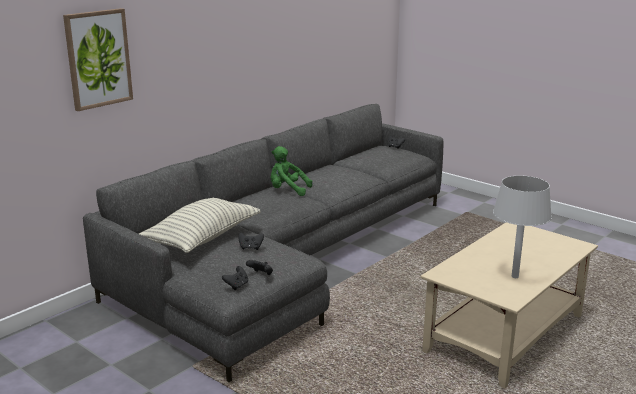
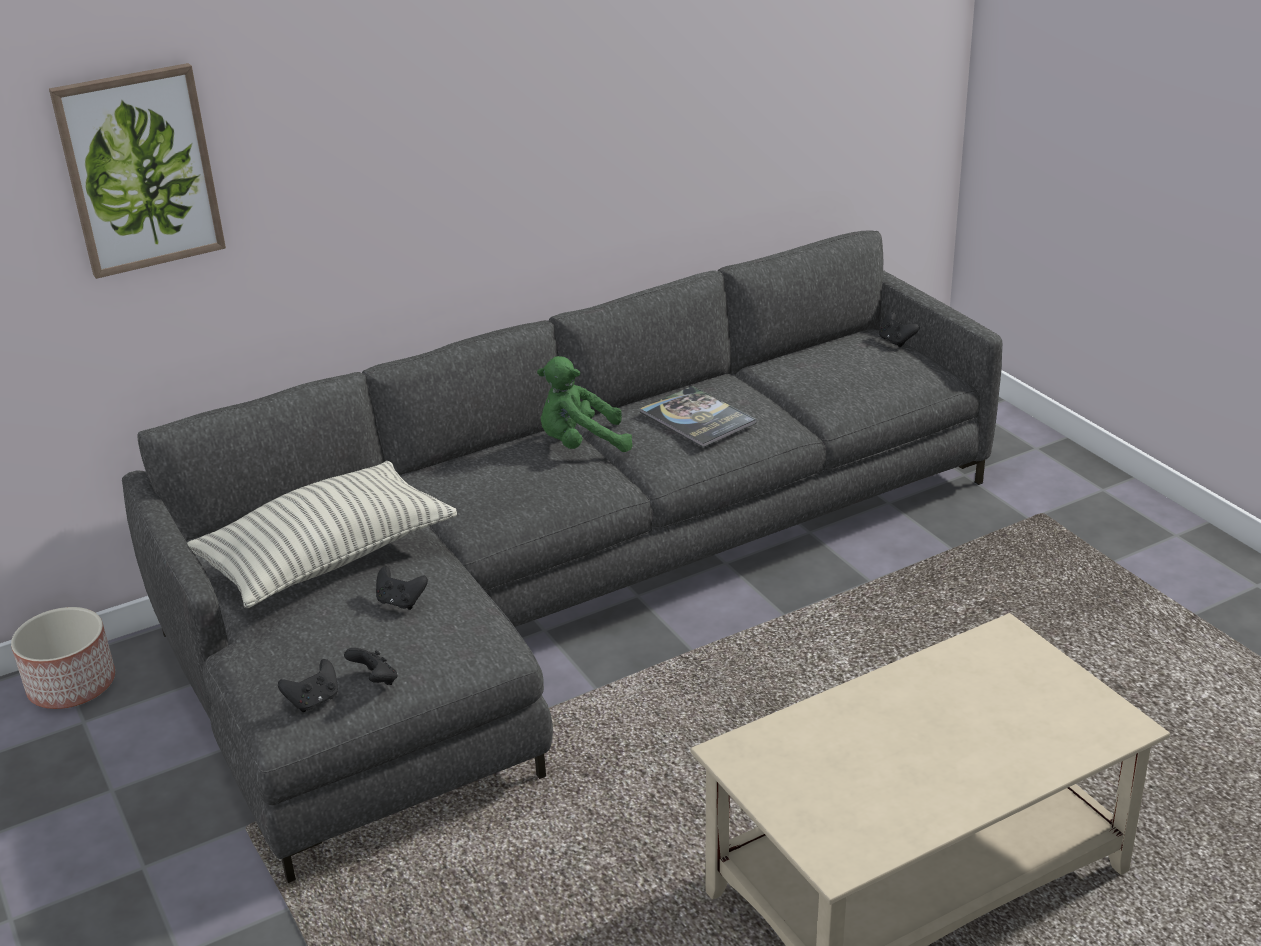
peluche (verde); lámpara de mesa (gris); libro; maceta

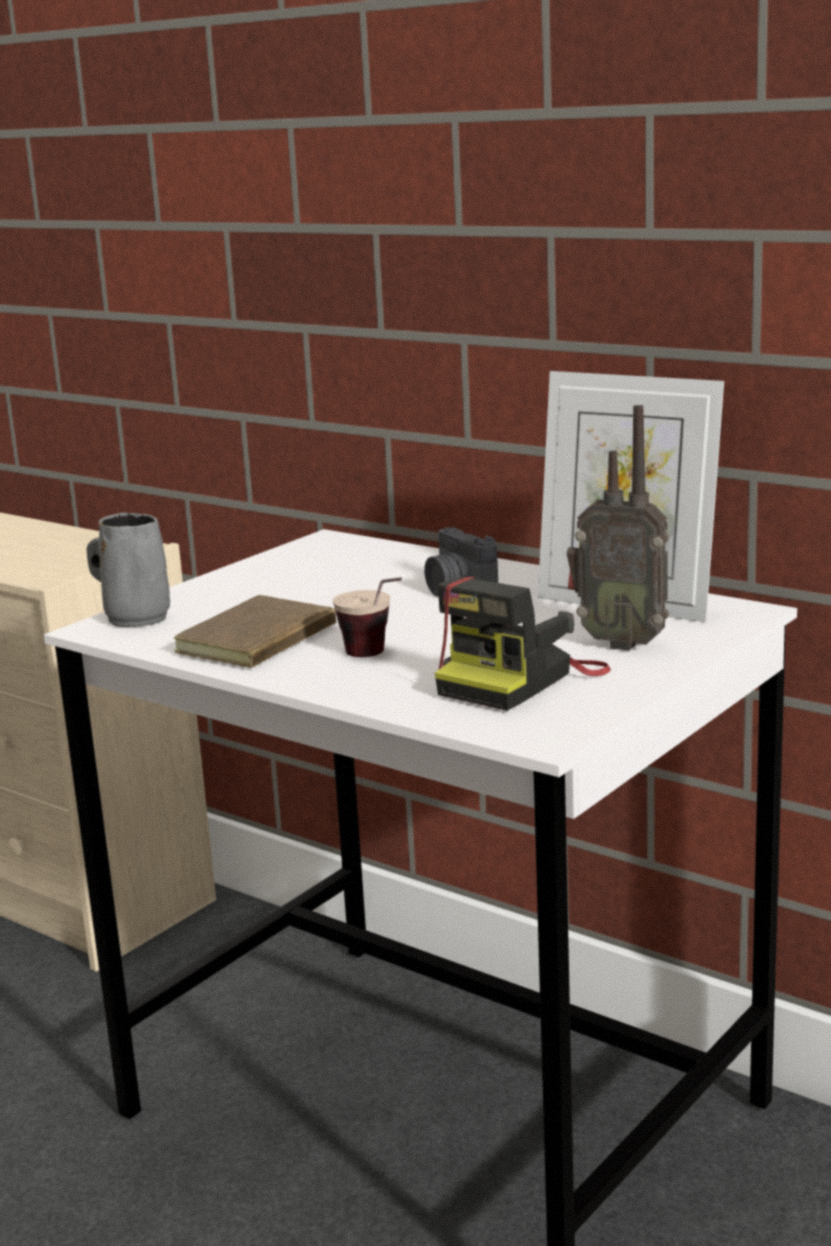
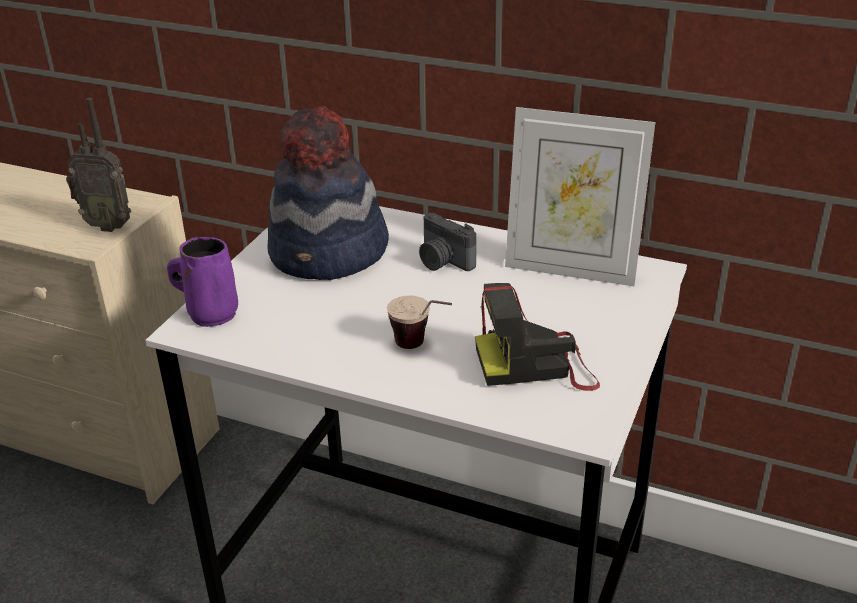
radio; taza grande (morado); cámara (no. 2 from left); libro (marrón); sombrero

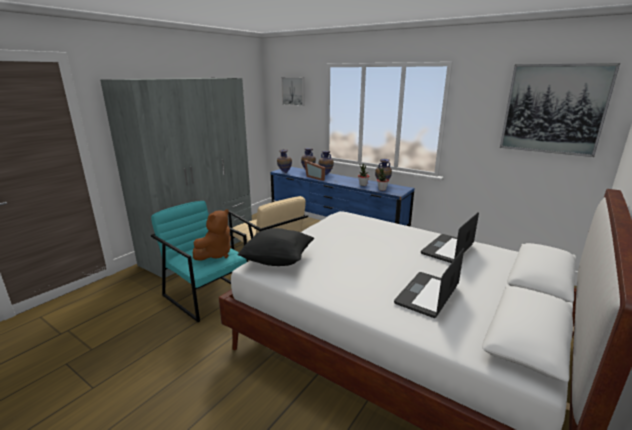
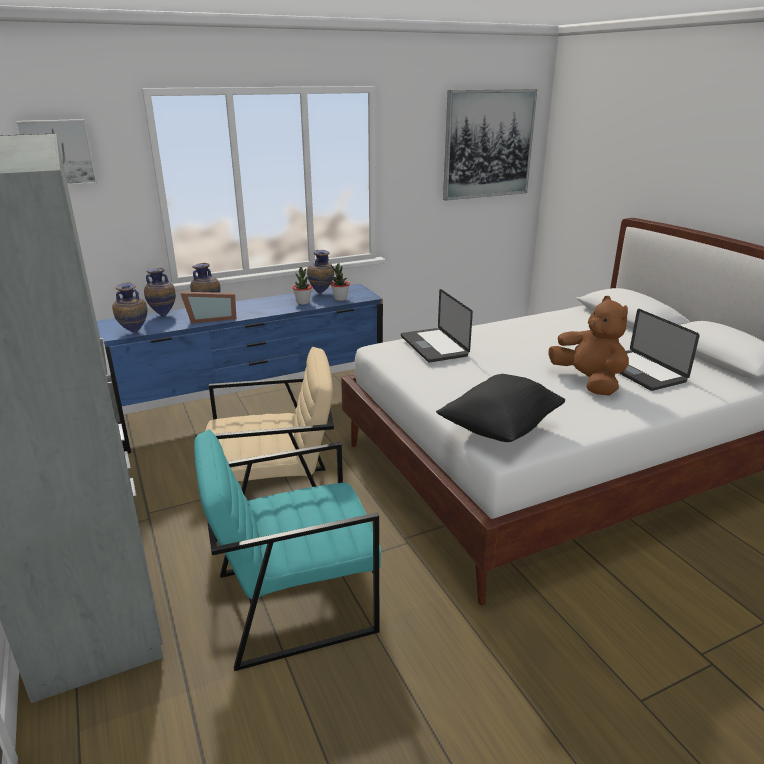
peluche (marrón); portátil (no. 1 from left)

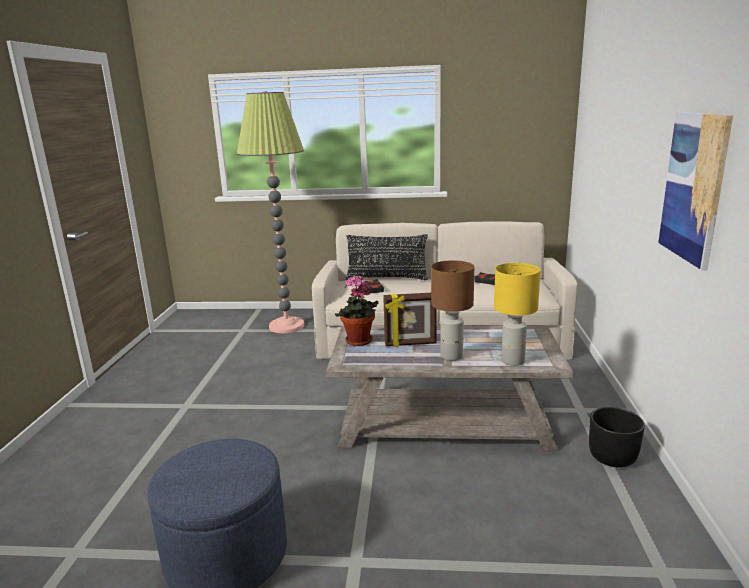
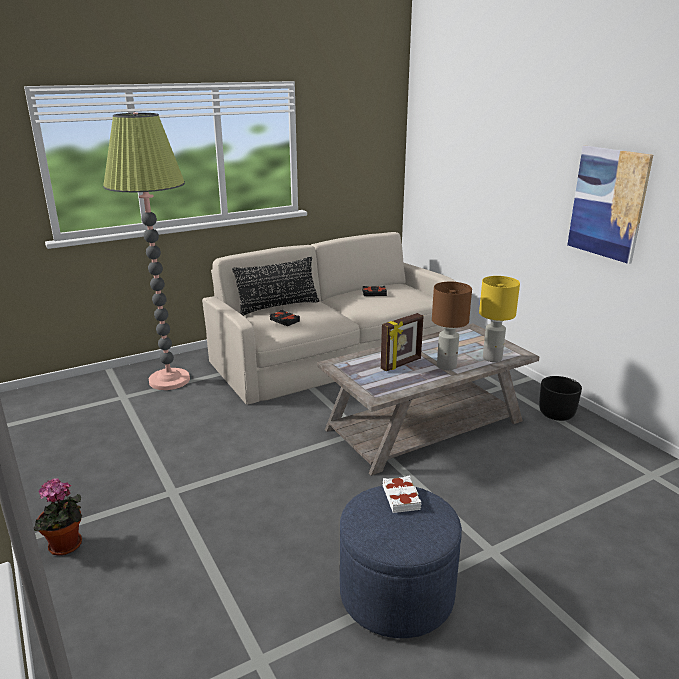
planta en maceta; libro (blanco)

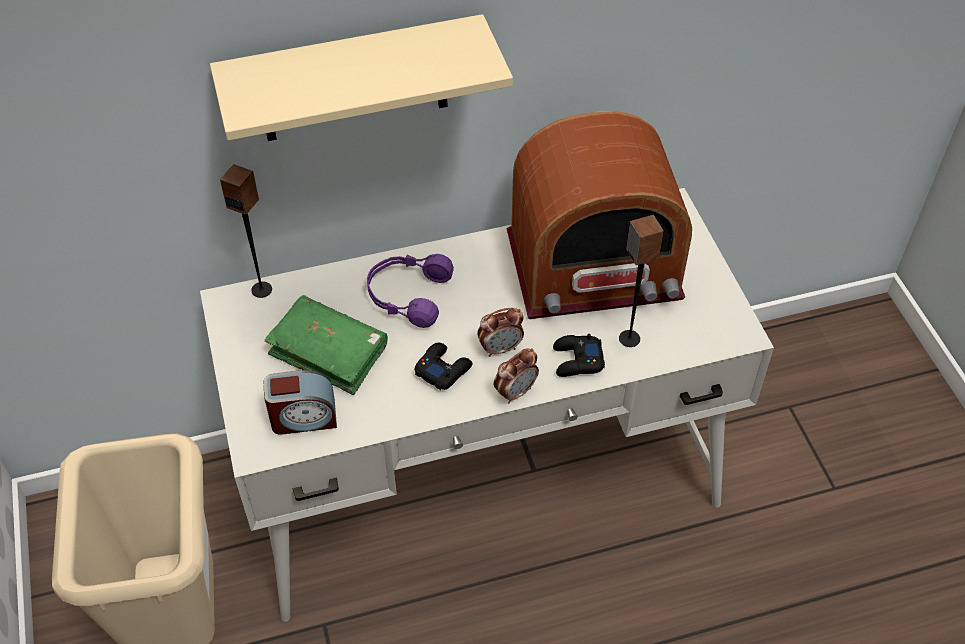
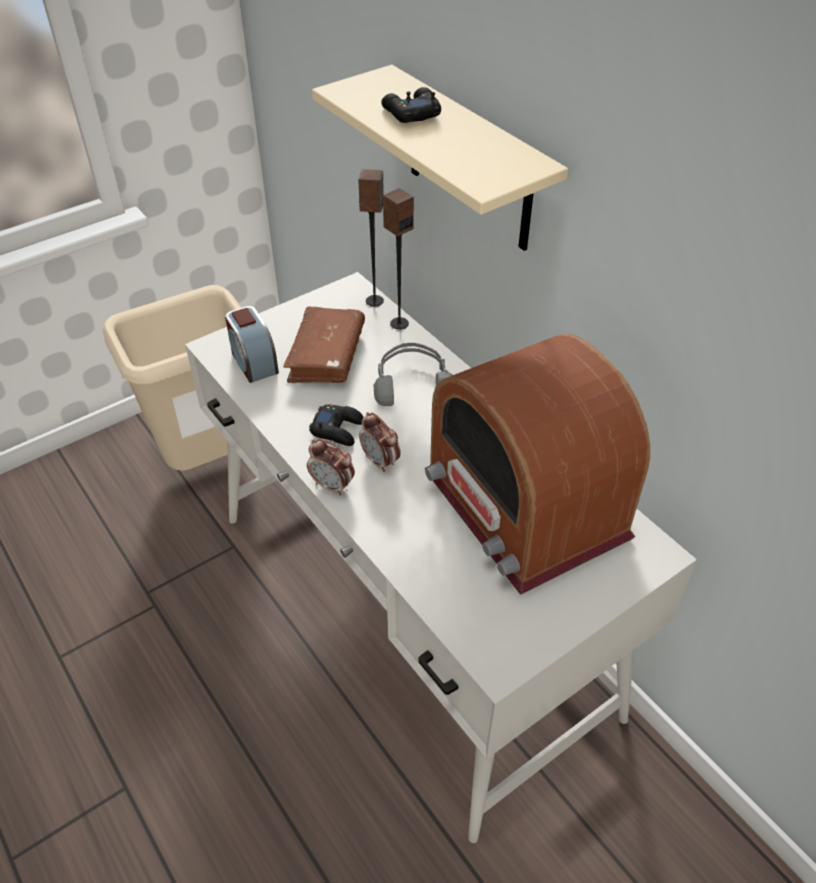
altavoz (no. 2 from left); auriculares (gris); libro (marrón); mando de consola (negro) (no. 2 from left)

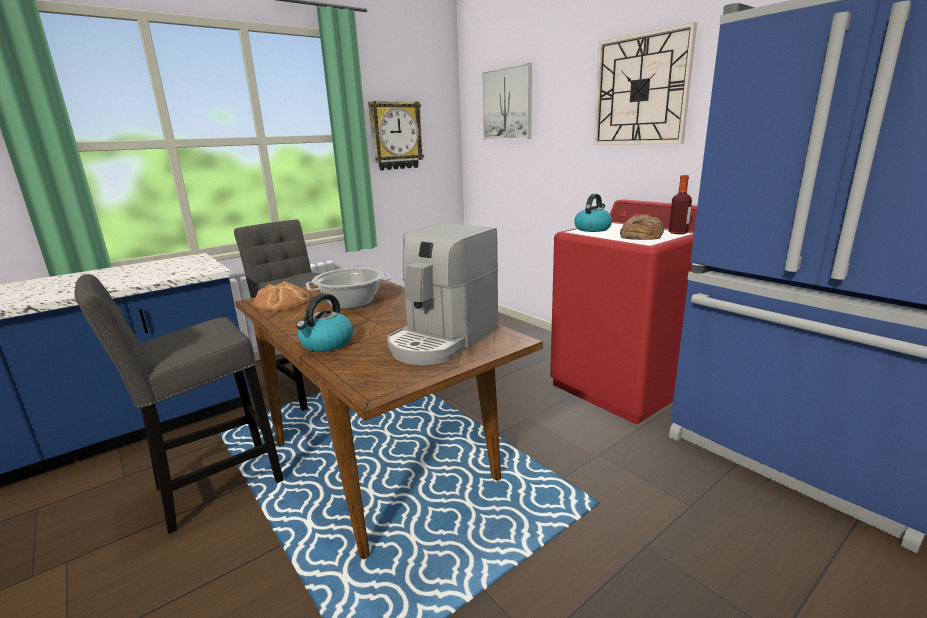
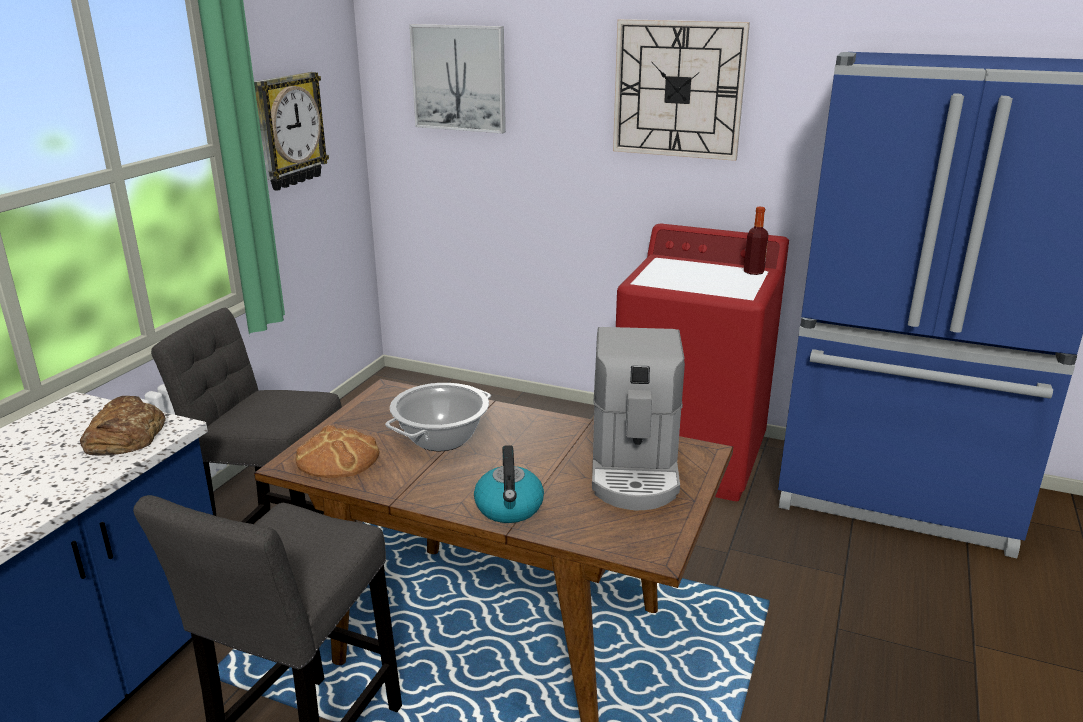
hervidor (no. 2 from left in the first image); pan (no. 1 from left)

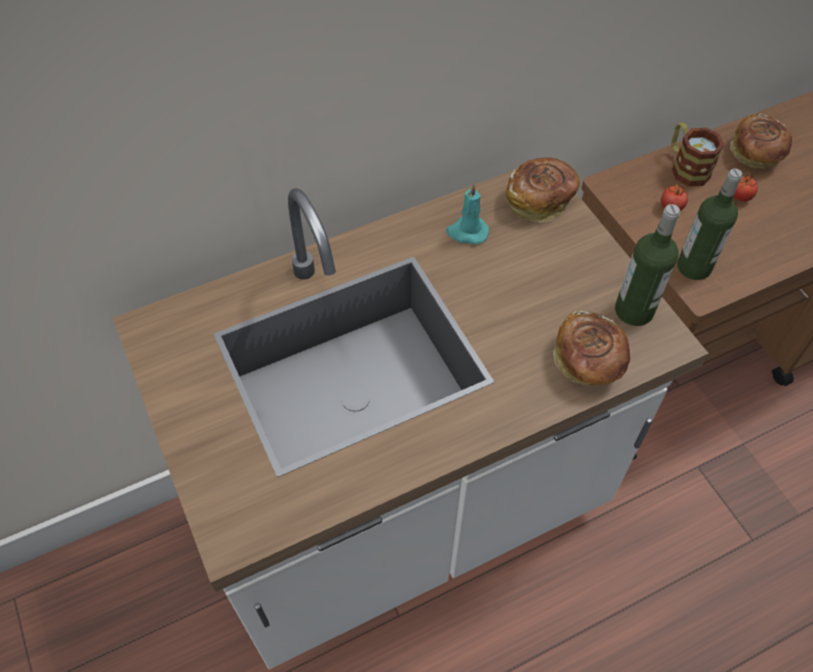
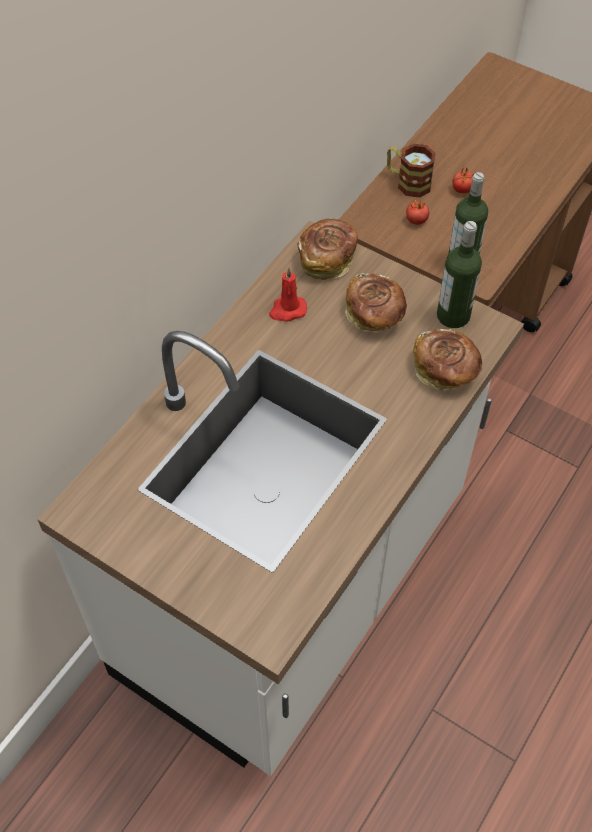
pan (no. 2 from left); vela (rojo)

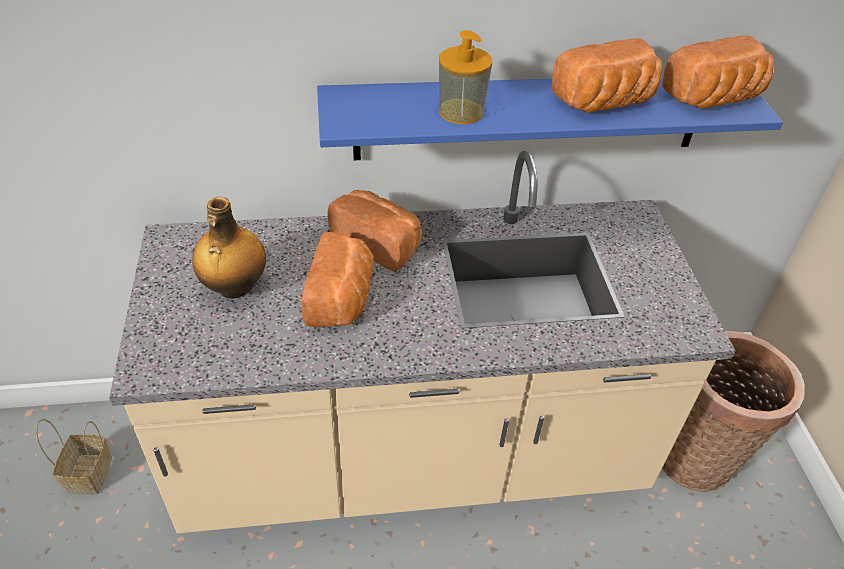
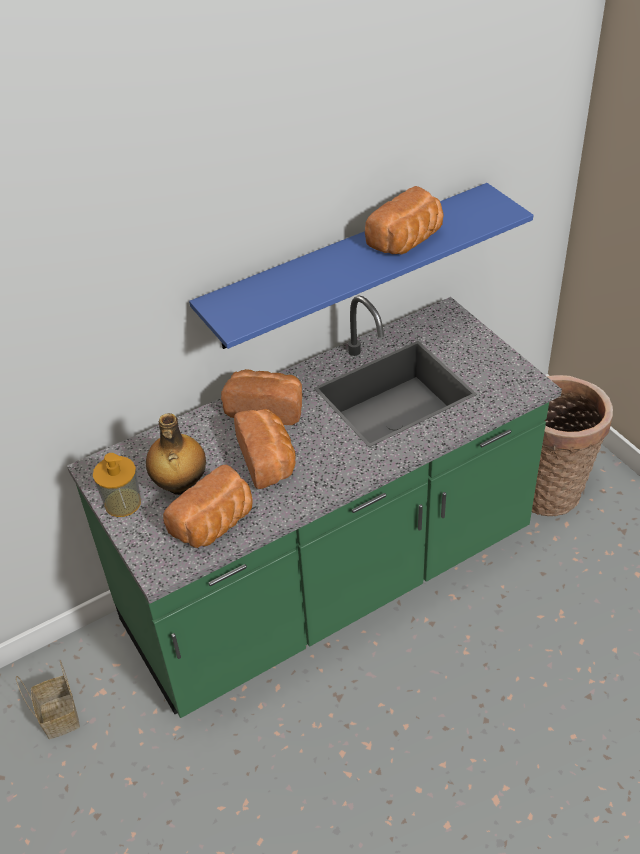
dispensador de jabón; pan (no. 1 from left); mueble bajo de cocina (verde)

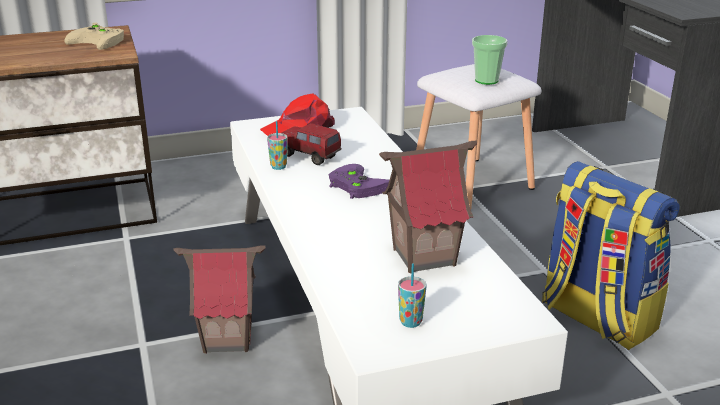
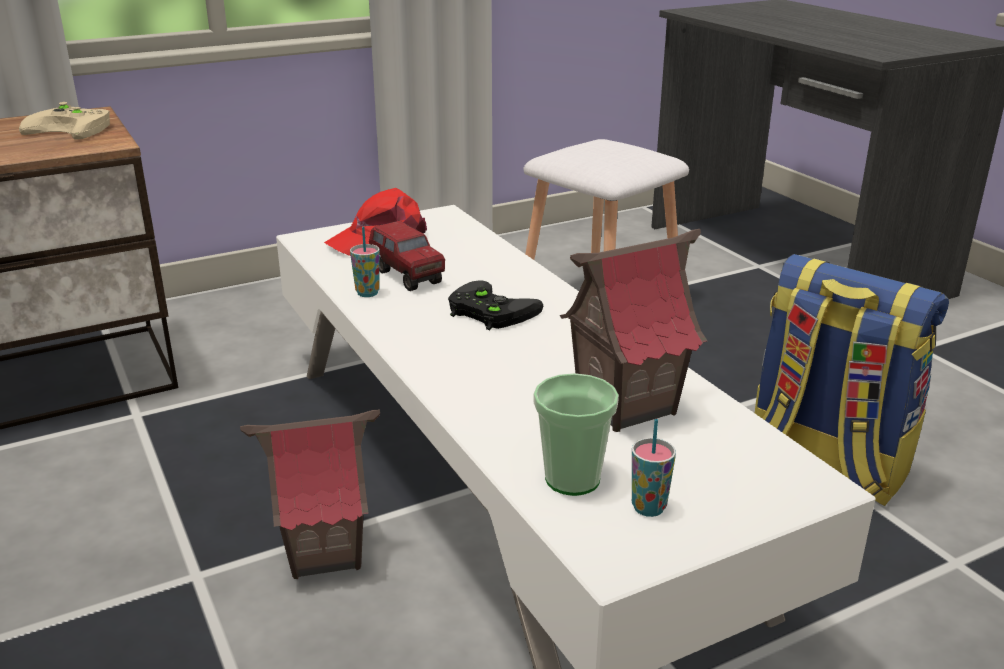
taza (no. 2 from left); camión de juguete; mando de consola (negro)

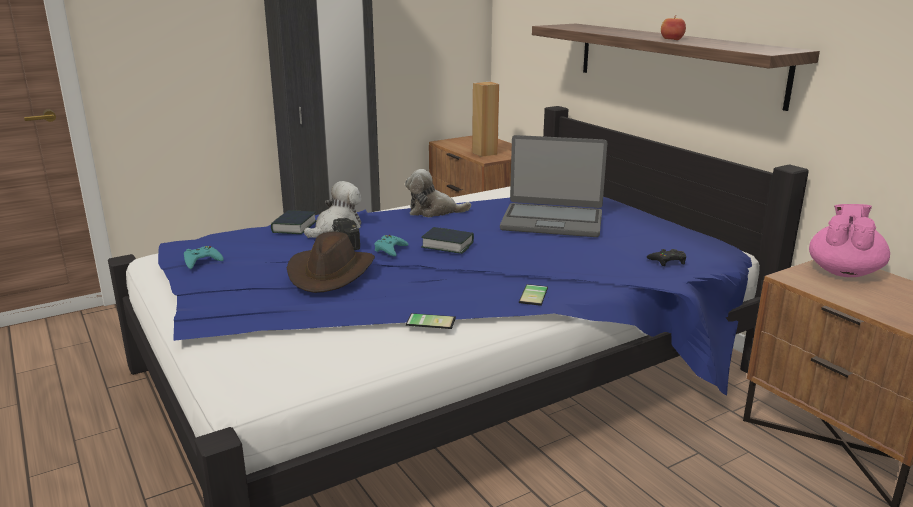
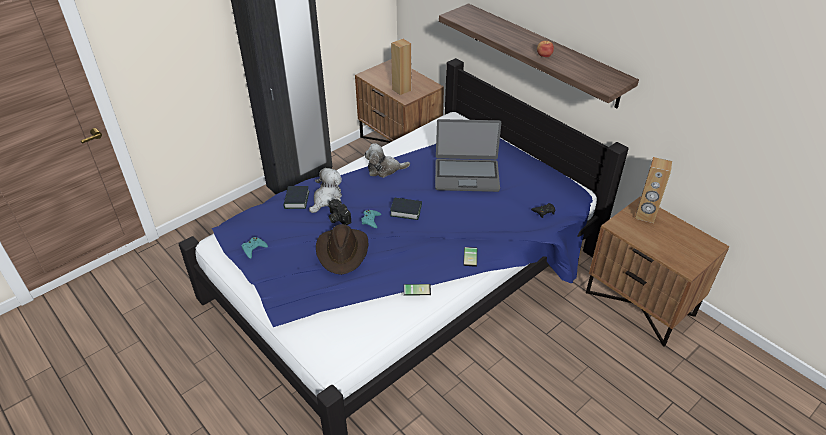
altavoz (marrón) (no. 2 from left)

